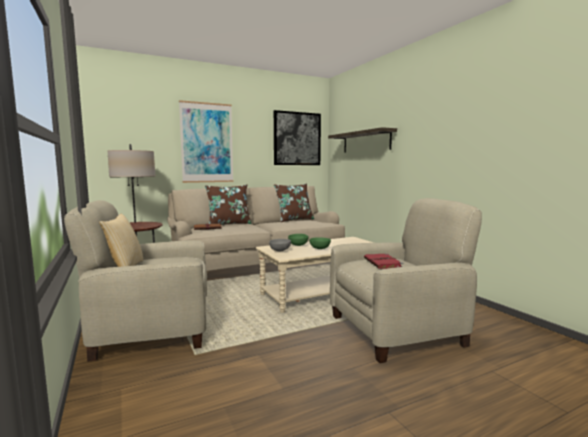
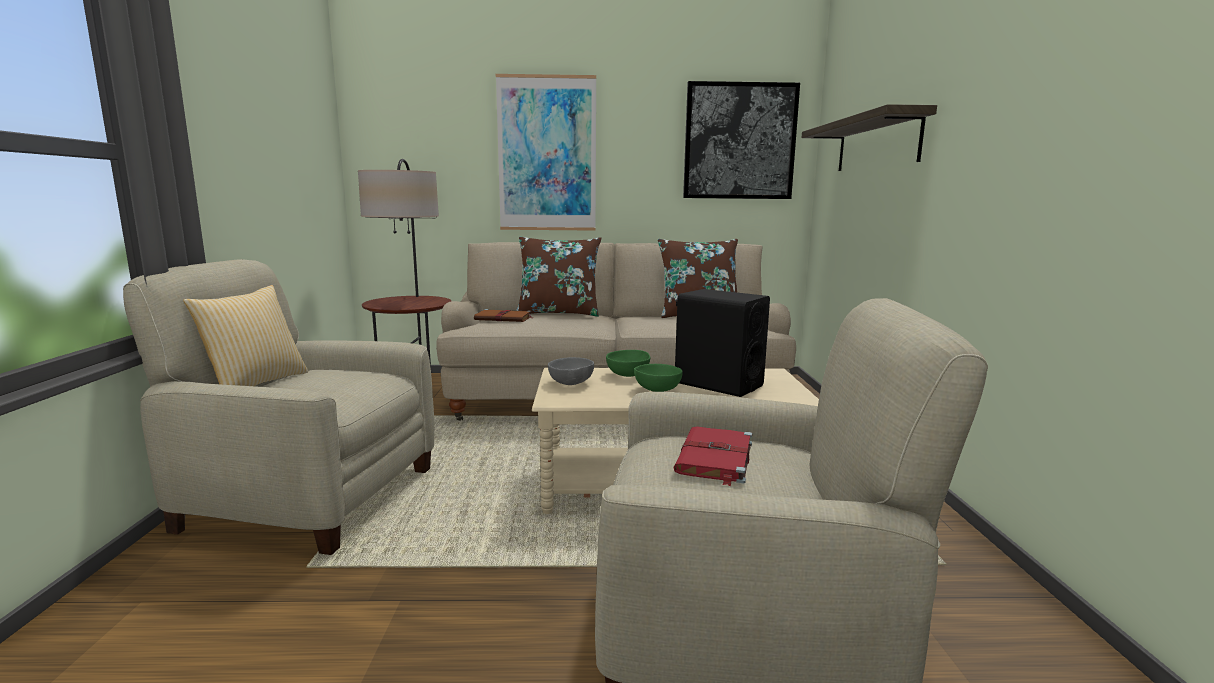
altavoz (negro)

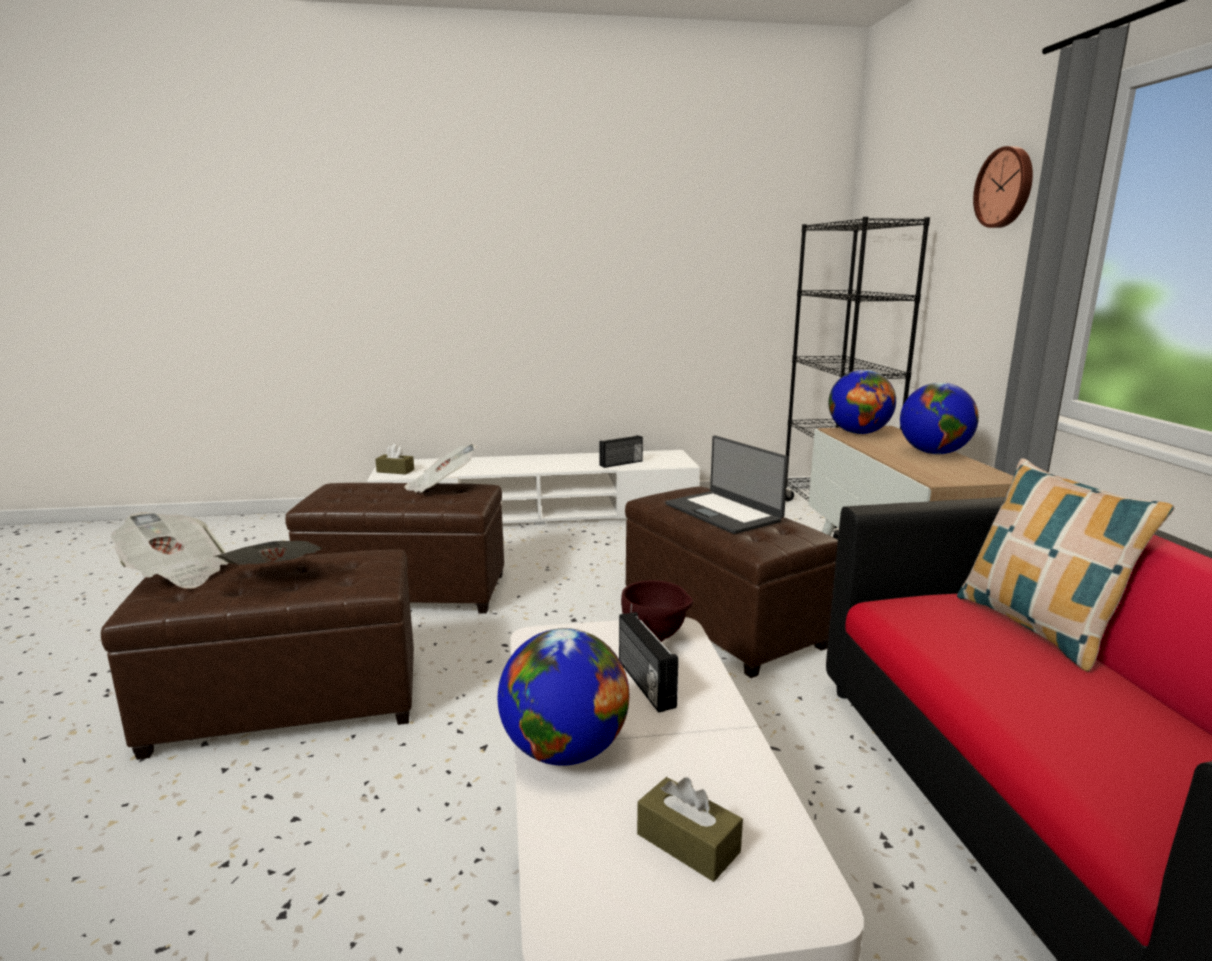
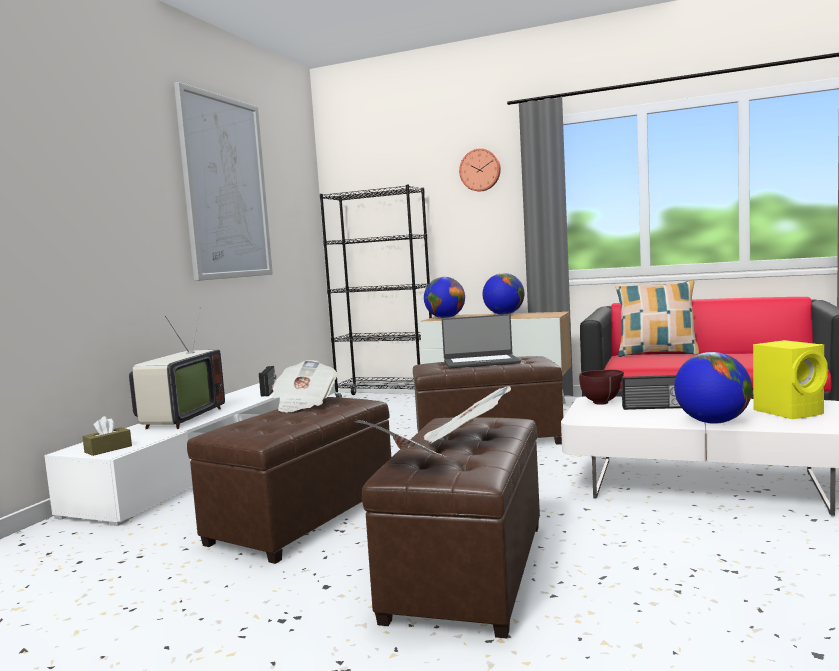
altavoz (amarillo); cuadro; televisor

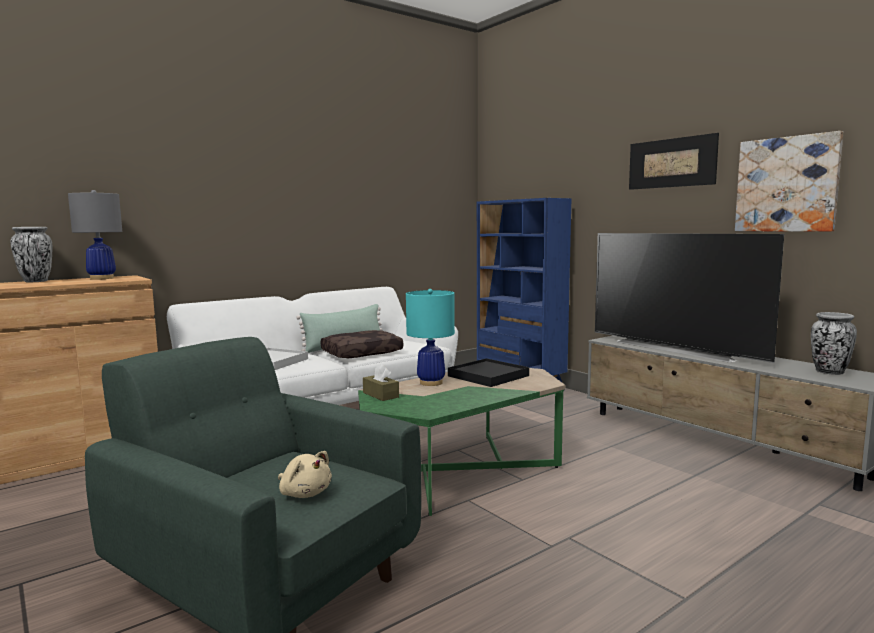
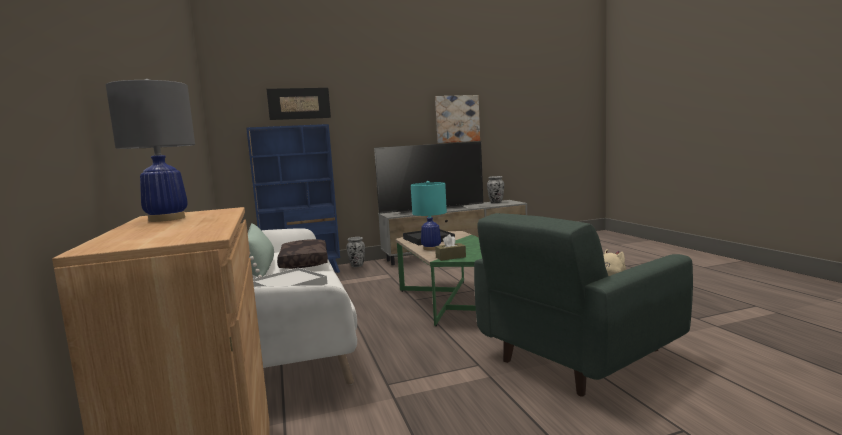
cuadro (no. 1 from left); florero (no. 1 from left)

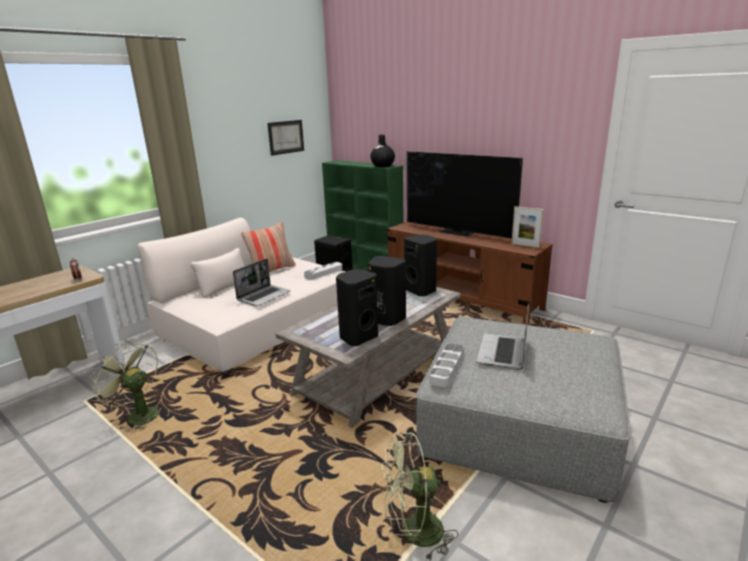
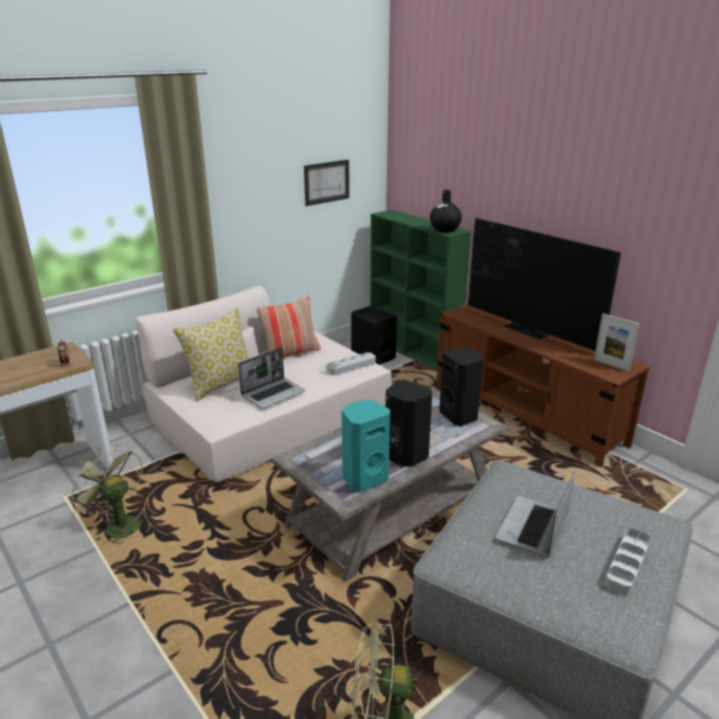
altavoz (turquesa); bandeja (gris) (no. 2 from left); cojín (no. 1 from left)

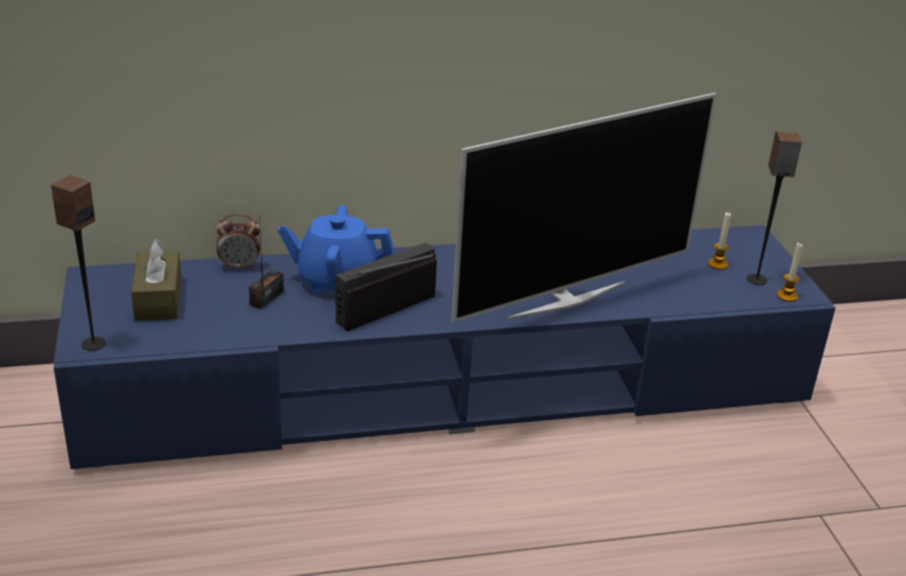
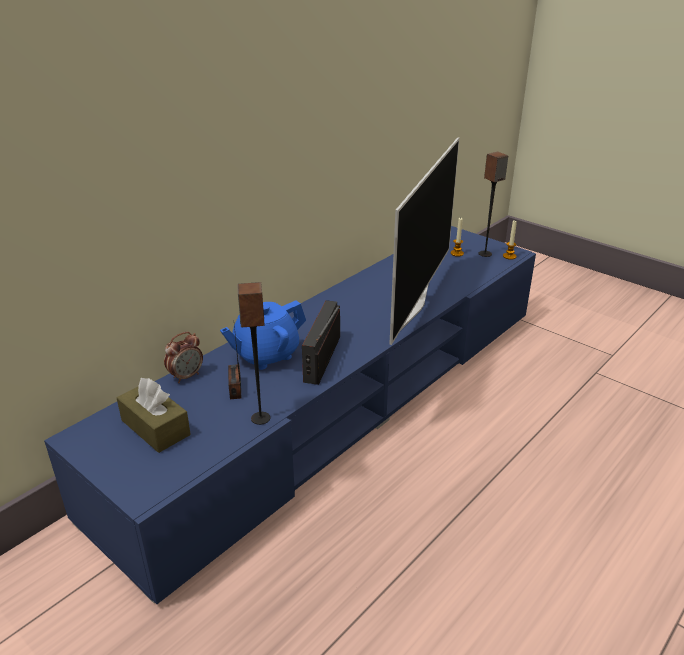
altavoz (no. 1 from left)

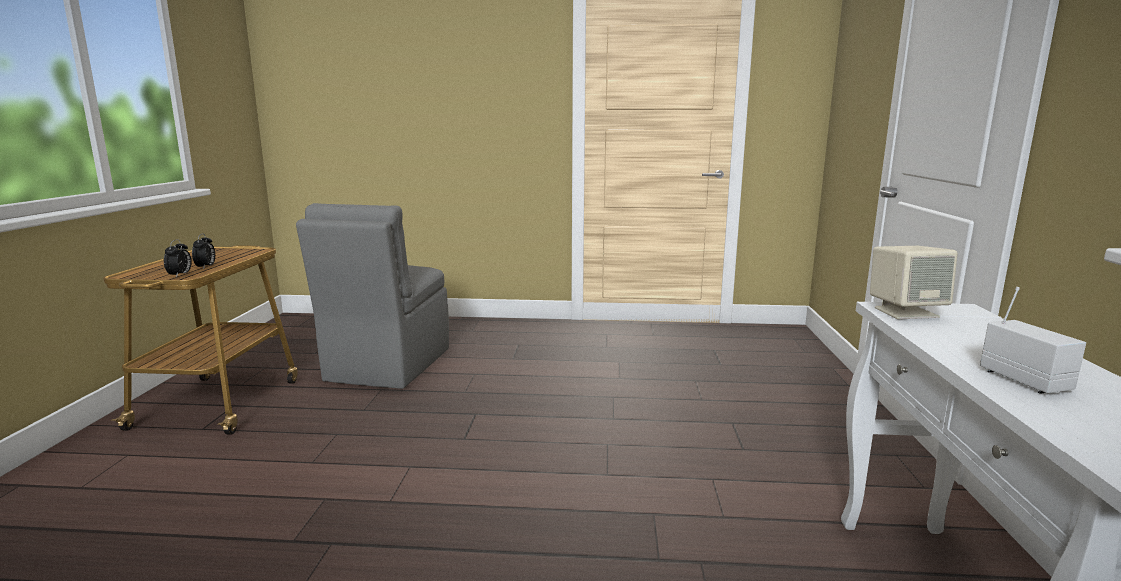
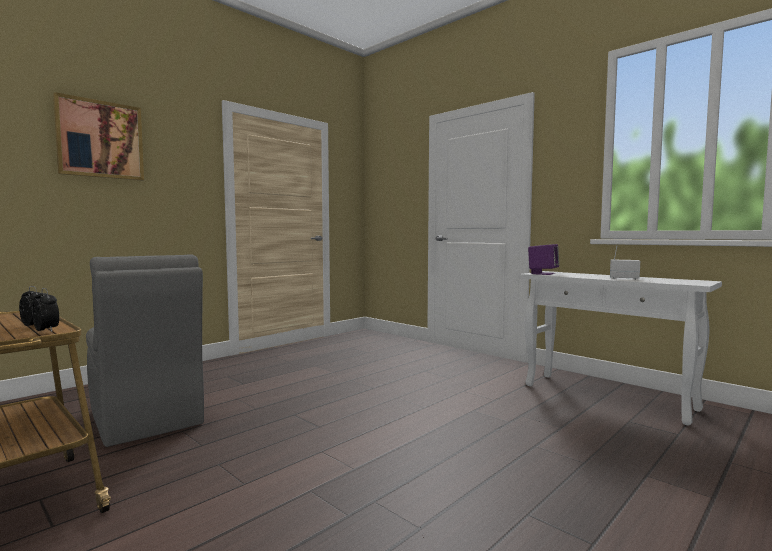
altavoz (morado); cuadro

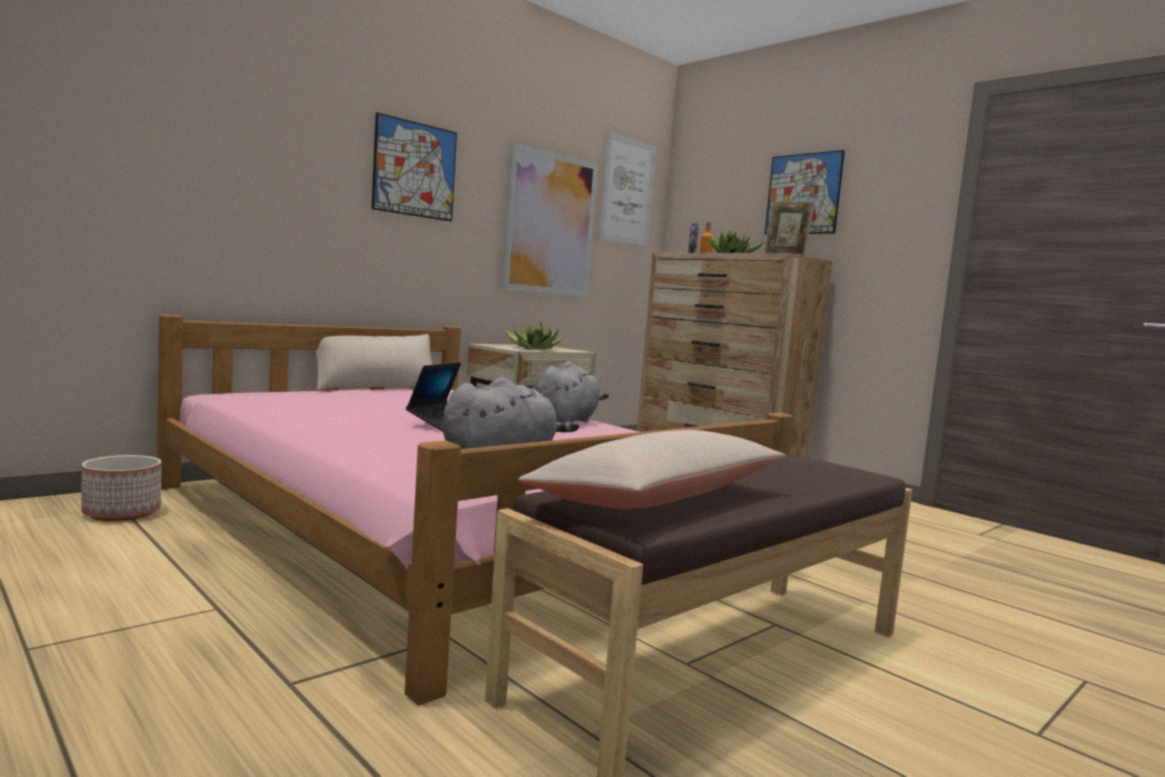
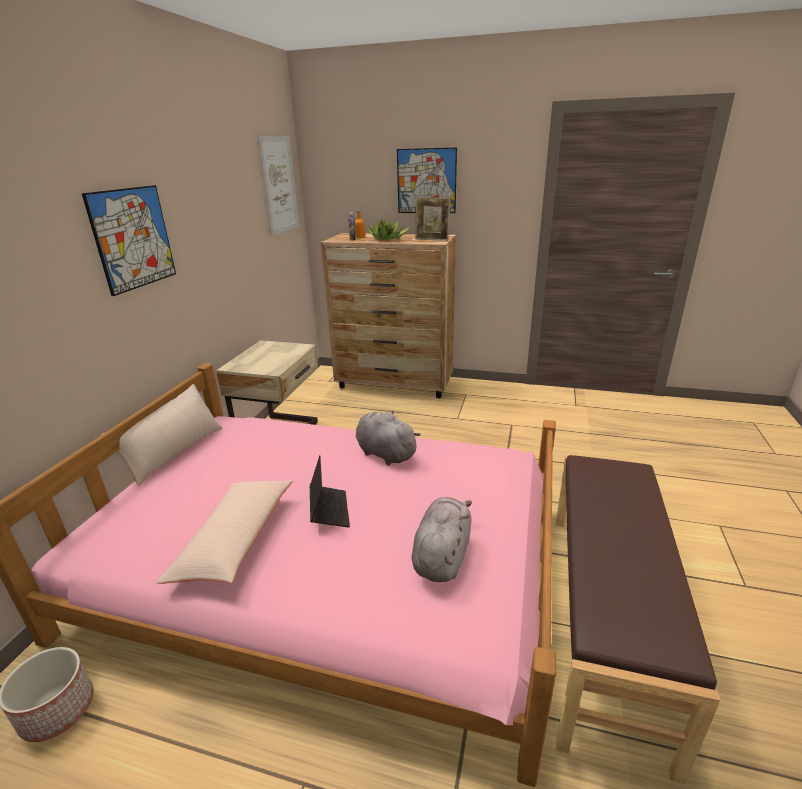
cuadro (no. 2 from left in the first image); planta en maceta (no. 1 from left in the first image); peluche (gris) (no. 1 from left); cojín (beis) (no. 2 from left)

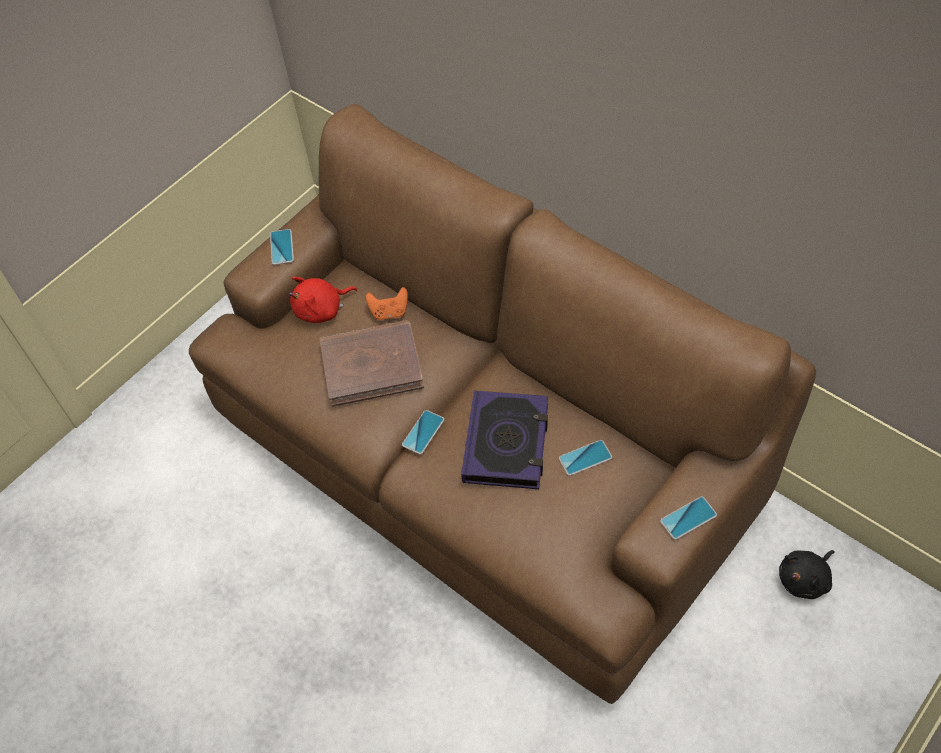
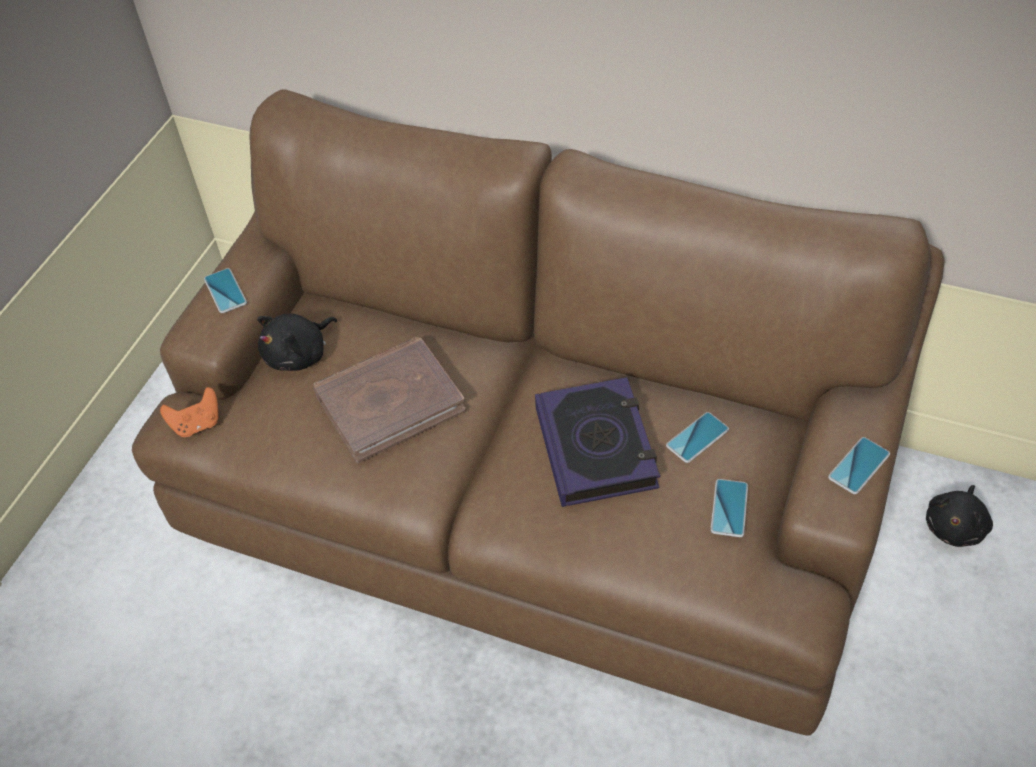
peluche (negro) (no. 1 from left); mando de consola (naranja); móvil (no. 3 from left)

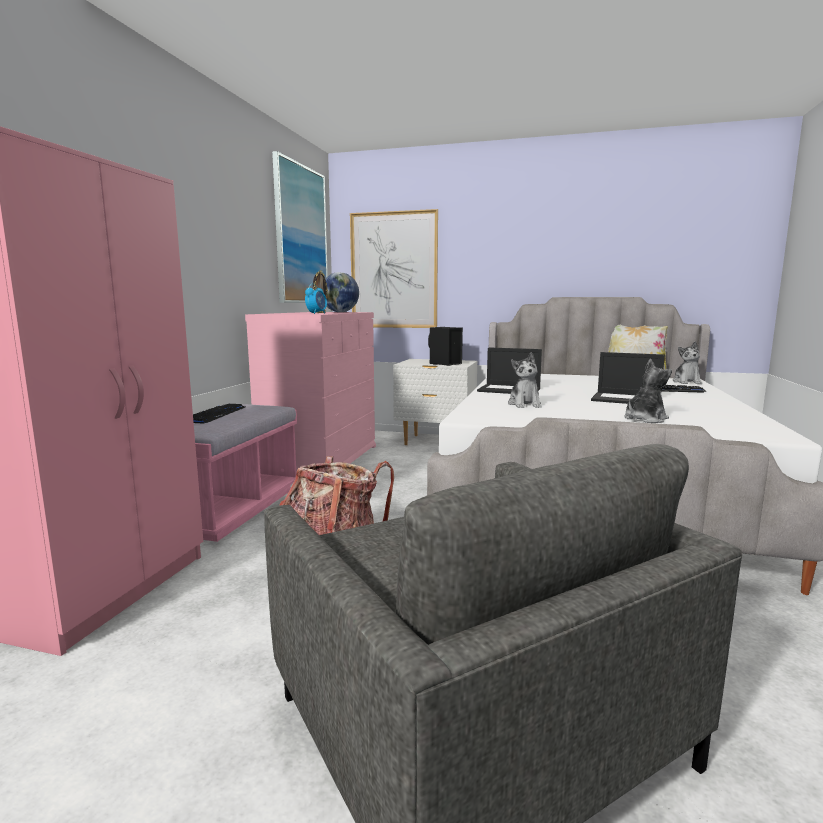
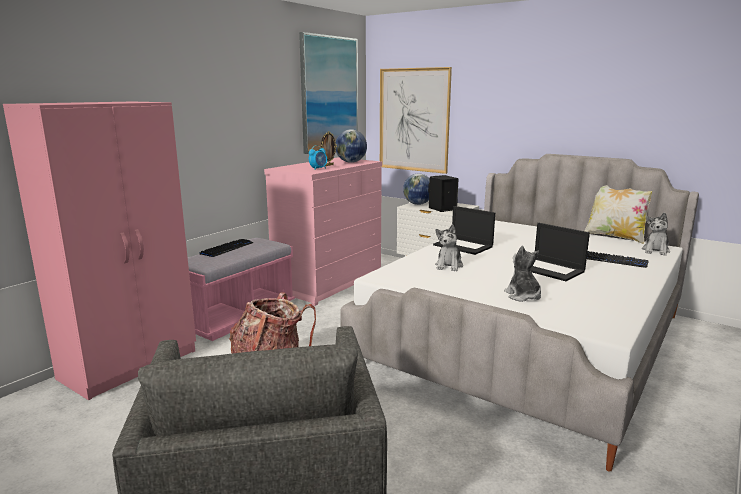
peluche (no. 2 from left); globo terráqueo (no. 2 from left)

